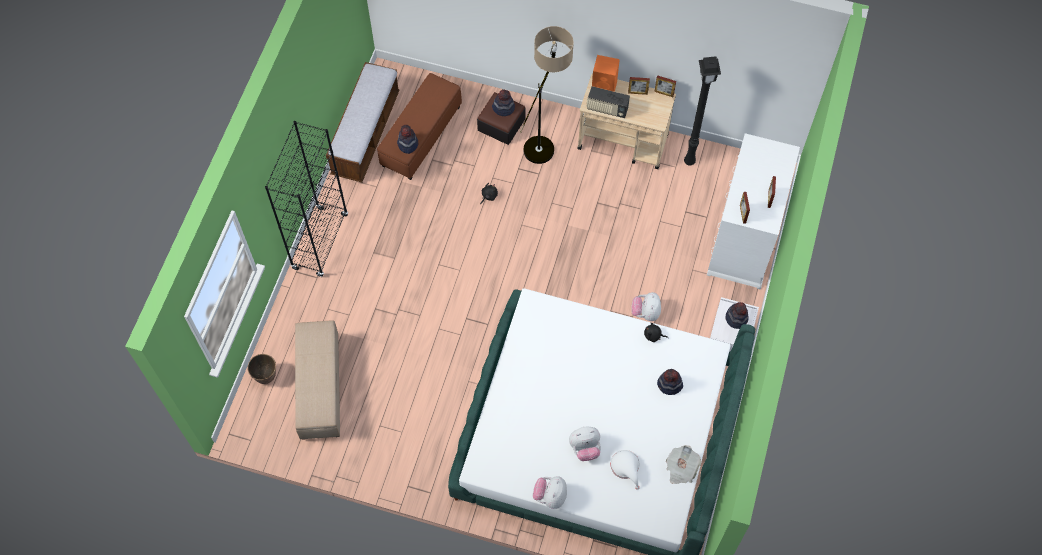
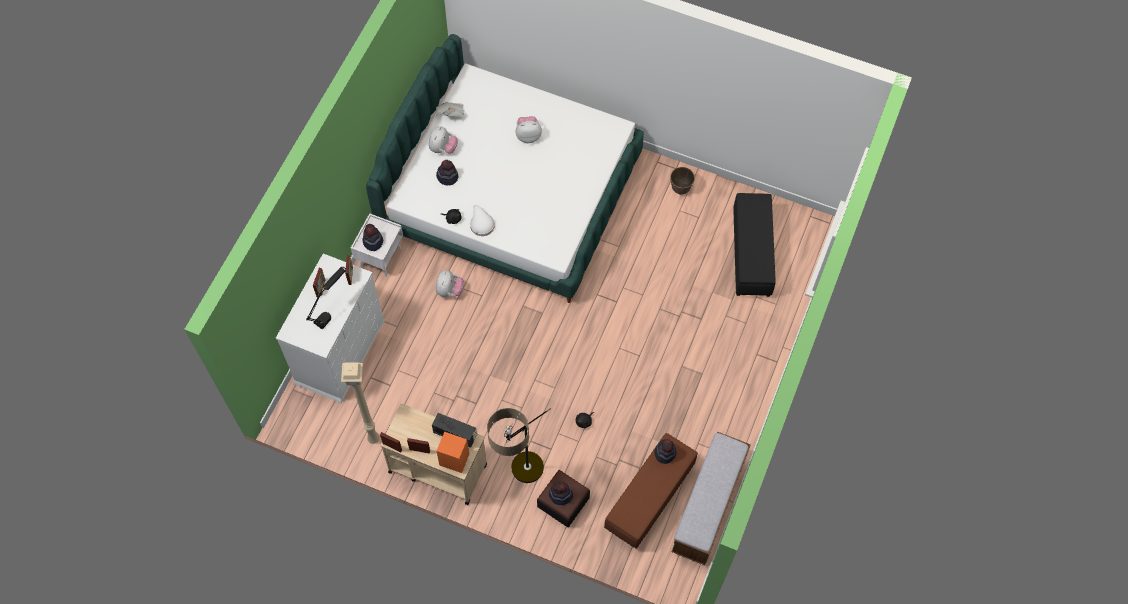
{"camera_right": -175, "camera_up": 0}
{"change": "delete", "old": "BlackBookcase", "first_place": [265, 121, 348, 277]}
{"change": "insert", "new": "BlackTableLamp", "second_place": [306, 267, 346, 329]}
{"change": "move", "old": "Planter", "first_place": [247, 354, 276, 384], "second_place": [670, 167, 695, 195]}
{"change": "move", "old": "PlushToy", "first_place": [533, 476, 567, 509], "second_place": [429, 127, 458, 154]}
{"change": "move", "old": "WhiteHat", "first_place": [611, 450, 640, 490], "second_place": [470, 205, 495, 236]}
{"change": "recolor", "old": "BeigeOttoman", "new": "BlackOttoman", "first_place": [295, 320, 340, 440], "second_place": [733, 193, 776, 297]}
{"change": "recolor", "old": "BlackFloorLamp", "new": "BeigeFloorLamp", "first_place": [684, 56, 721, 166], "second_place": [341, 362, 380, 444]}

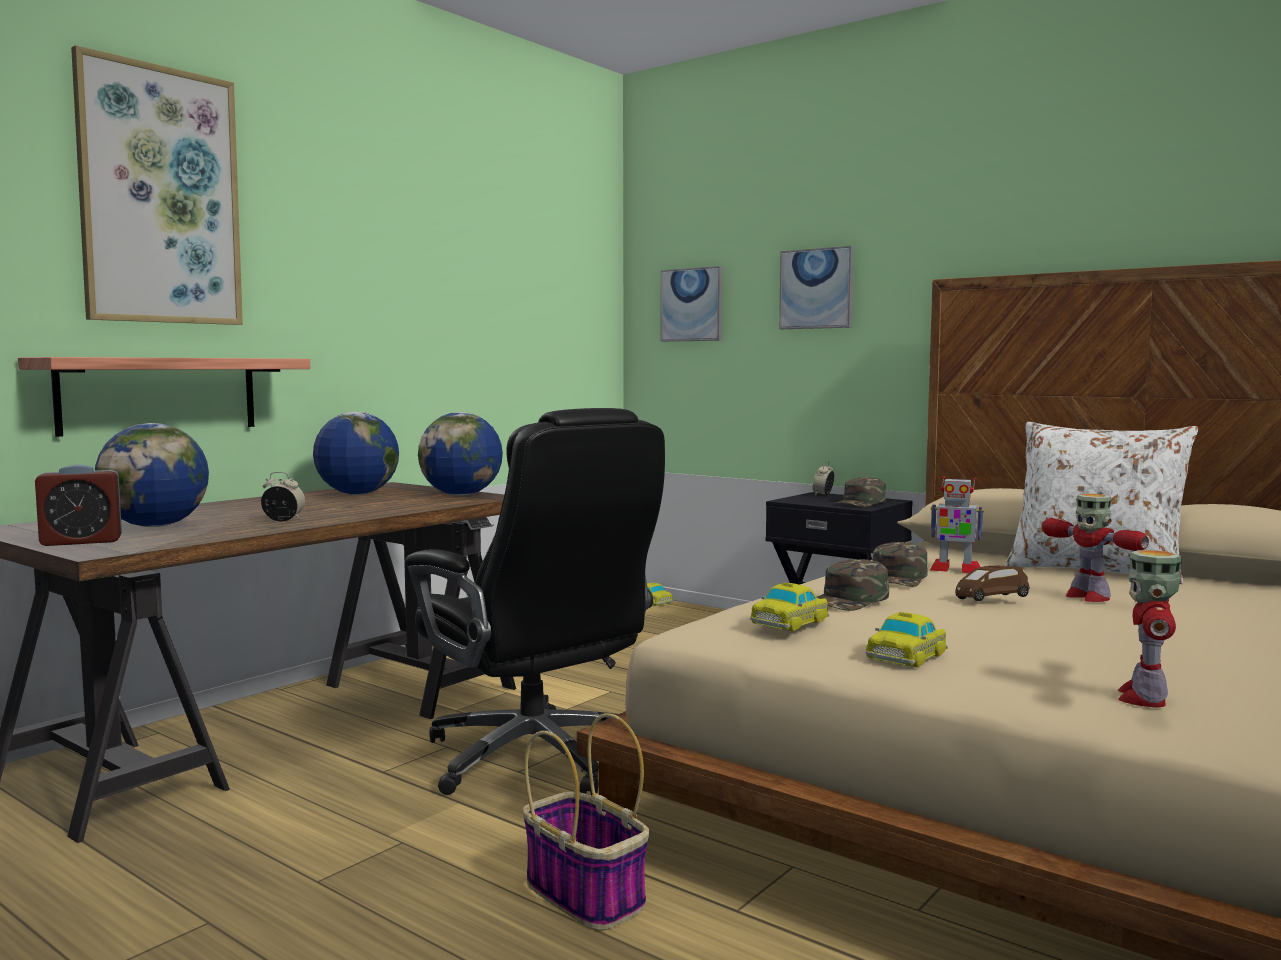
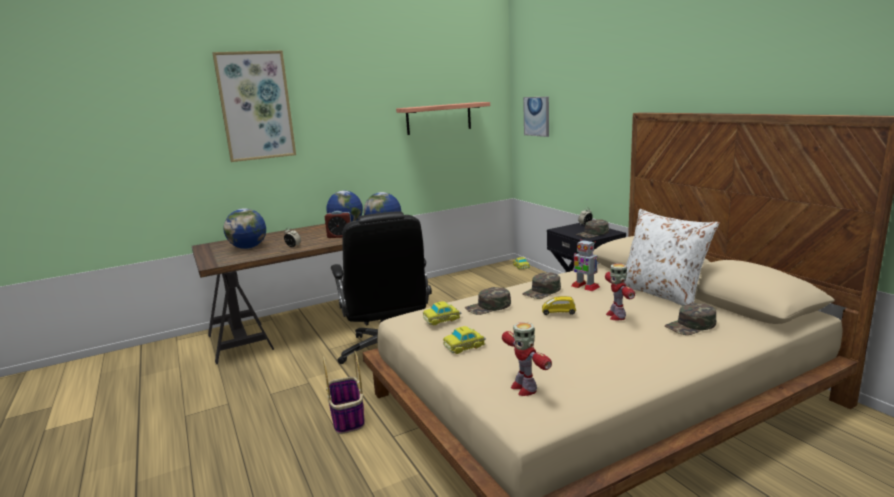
{"camera_right": 25, "camera_up": 10}
{"change": "delete", "old": "Picture", "first_place": [779, 246, 854, 329]}
{"change": "insert", "new": "GreenCap", "second_place": [665, 303, 716, 335]}
{"change": "move", "old": "Shelf", "first_place": [18, 357, 310, 437], "second_place": [396, 102, 490, 135]}
{"change": "move", "old": "AlarmClock", "first_place": [35, 464, 122, 546], "second_place": [325, 211, 351, 238]}
{"change": "recolor", "old": "BrownToyCar", "new": "YellowToyCar", "first_place": [955, 566, 1030, 601], "second_place": [542, 296, 576, 315]}
{"change": "rotate", "old": "ToyRobot", "first_place": [1118, 550, 1182, 707], "second_place": [502, 322, 552, 396], "degrees": -75}

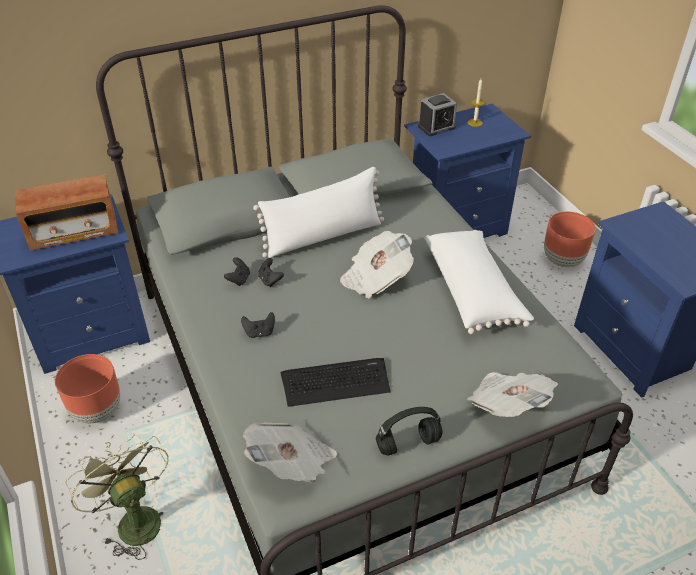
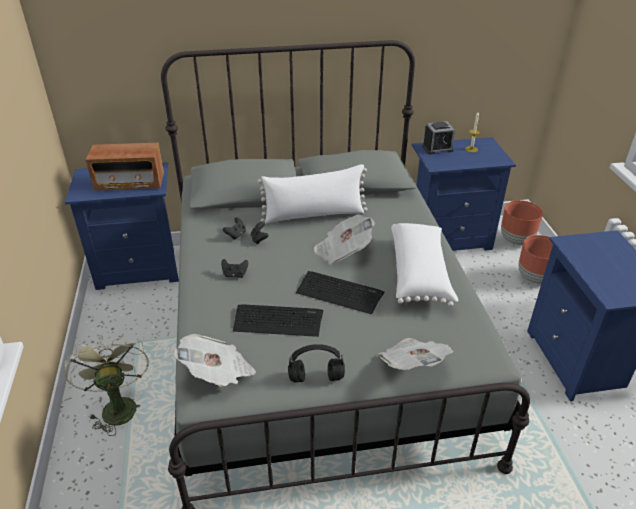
{"camera_right": 15, "camera_up": -5}
{"change": "insert", "new": "Keyboard", "second_place": [296, 271, 384, 314]}
{"change": "move", "old": "BrownPlanter", "first_place": [55, 354, 120, 423], "second_place": [501, 200, 543, 245]}

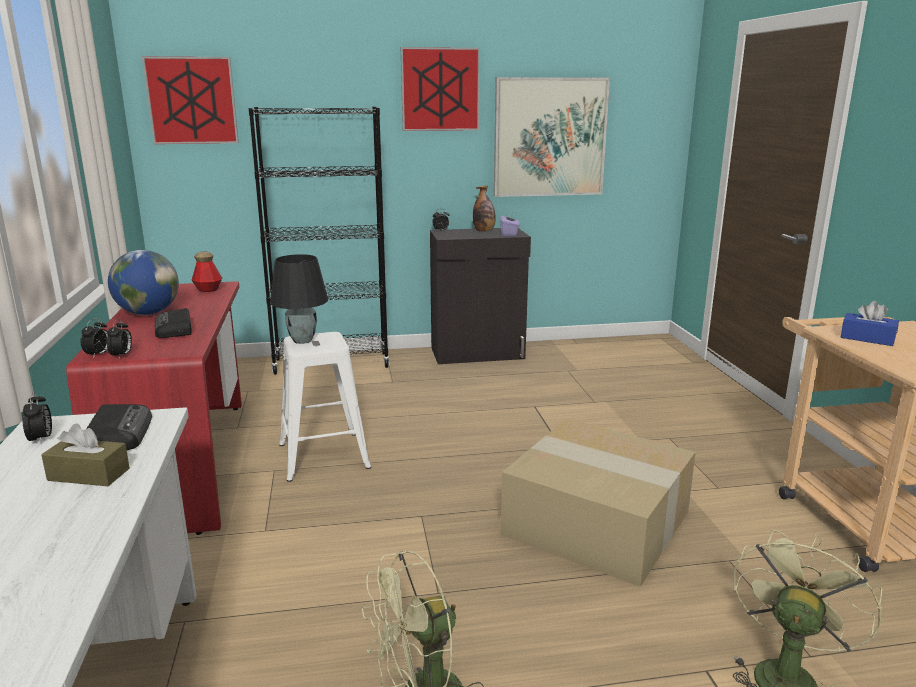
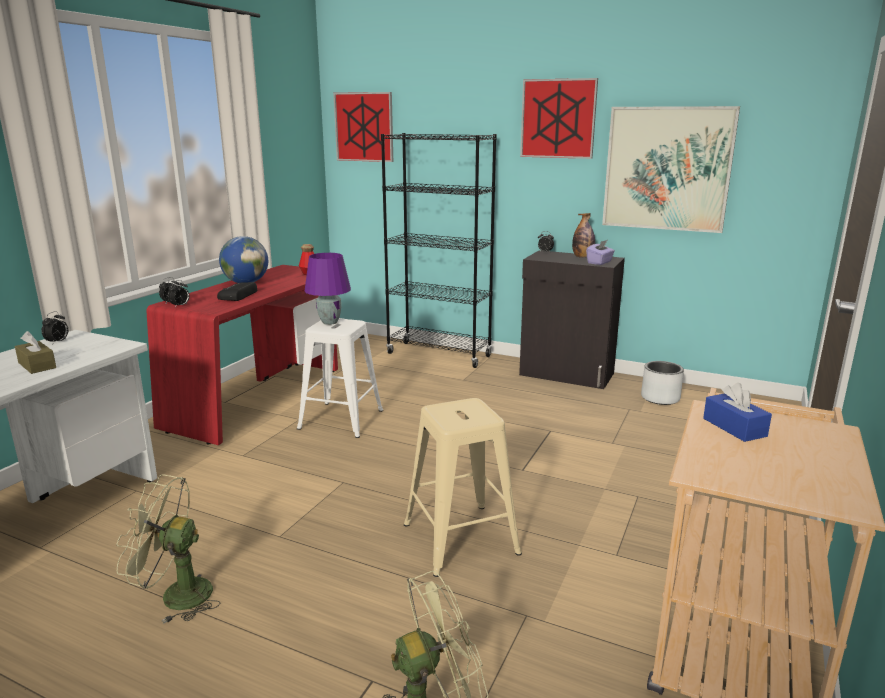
{"camera_right": 35, "camera_up": 0}
{"change": "delete", "old": "Radio", "first_place": [86, 404, 152, 450]}
{"change": "insert", "new": "GreyPlanter", "second_place": [641, 361, 684, 405]}
{"change": "replace", "old": "CardboardBox", "new": "BeigeStool", "first_place": [501, 418, 696, 587], "second_place": [404, 398, 522, 577]}
{"change": "recolor", "old": "BlackTableLamp", "new": "PurpleTableLamp", "first_place": [270, 254, 328, 344], "second_place": [305, 253, 351, 325]}

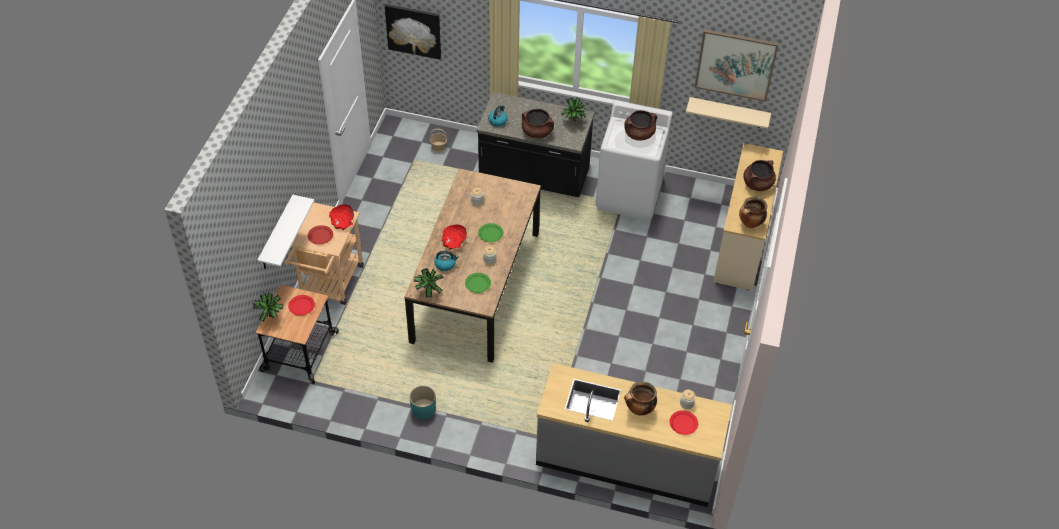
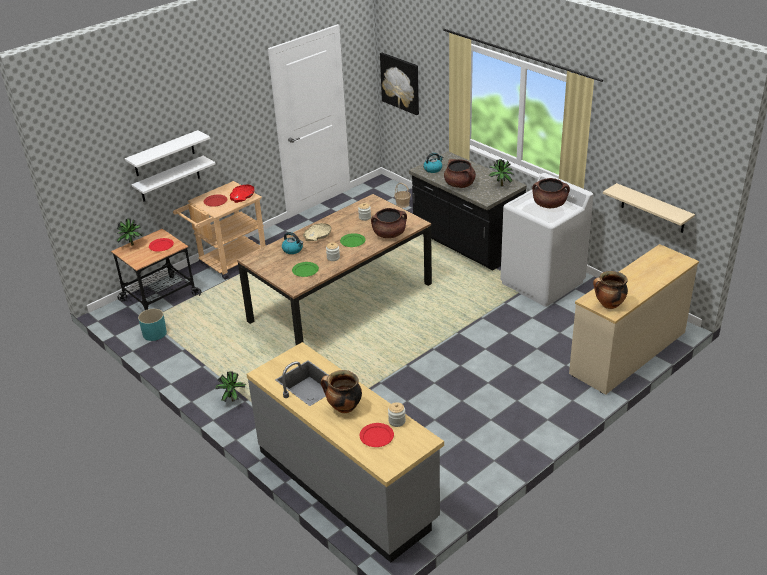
{"camera_right": 35, "camera_up": -15}
{"change": "delete", "old": "Picture", "first_place": [694, 29, 779, 102]}
{"change": "insert", "new": "WhiteShelf", "second_place": [125, 130, 210, 176]}
{"change": "move", "old": "TurquoisePlanter", "first_place": [410, 386, 436, 419], "second_place": [138, 309, 167, 341]}
{"change": "move", "old": "PottedPlant", "first_place": [414, 268, 444, 297], "second_place": [215, 372, 246, 402]}
{"change": "move", "old": "BrownCookingPot", "first_place": [743, 160, 776, 191], "second_place": [371, 208, 407, 238]}
{"change": "recolor", "old": "RedBowl", "new": "BeigeBowl", "first_place": [442, 225, 467, 250], "second_place": [303, 223, 331, 241]}

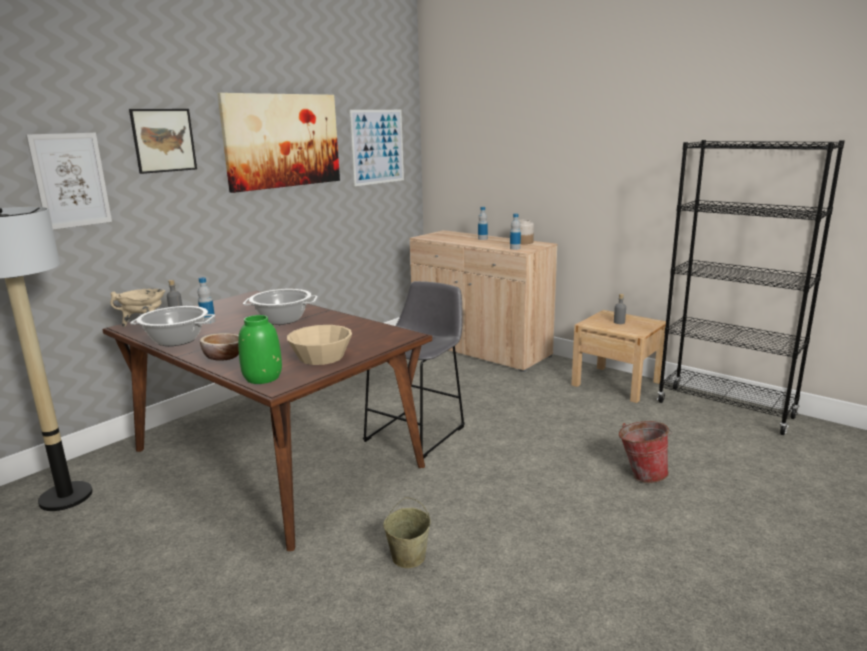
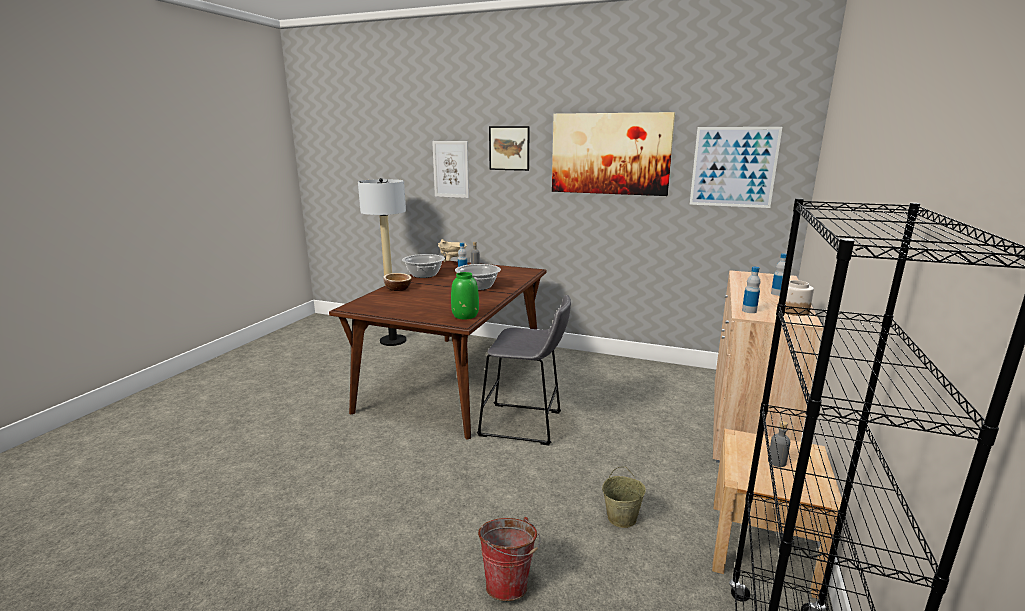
{"camera_right": 70, "camera_up": 0}
{"change": "delete", "old": "BeigeBowl", "first_place": [287, 325, 352, 365]}
{"change": "move", "old": "GreenVase", "first_place": [238, 315, 282, 384], "second_place": [451, 272, 479, 319]}
{"change": "move", "old": "BeigeBucket", "first_place": [383, 497, 431, 568], "second_place": [602, 467, 646, 528]}

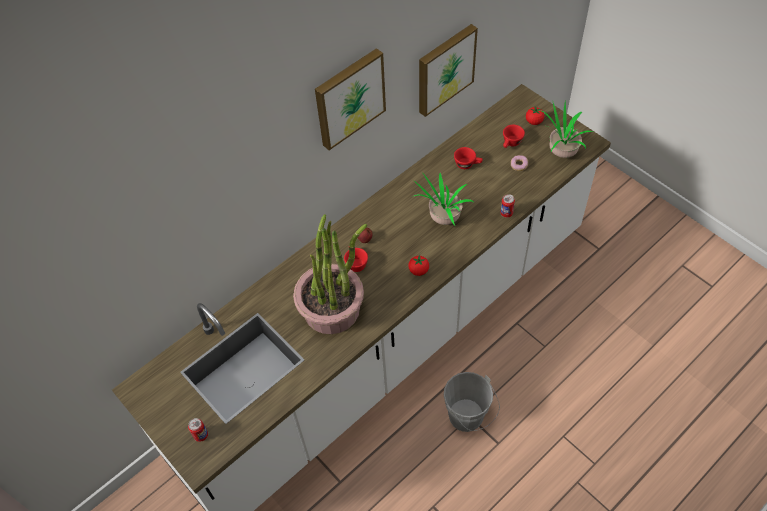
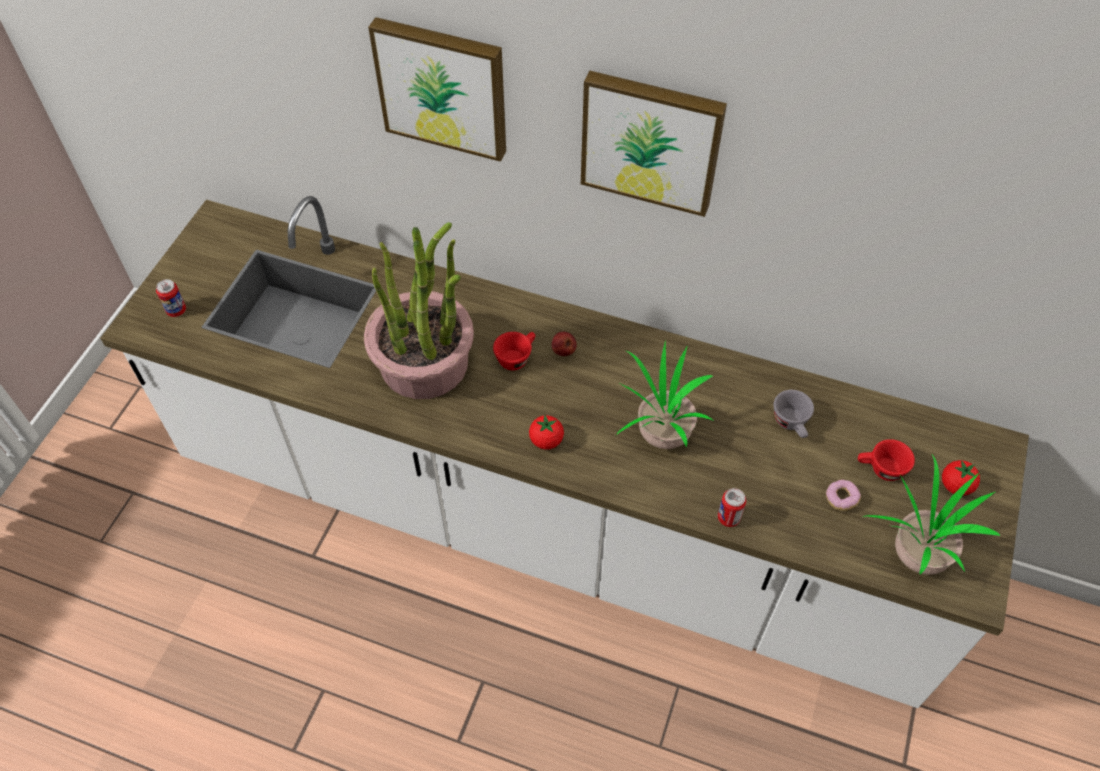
{"camera_right": 60, "camera_up": 0}
{"change": "delete", "old": "GreyBucket", "first_place": [444, 372, 500, 432]}
{"change": "move", "old": "Picture", "first_place": [419, 24, 478, 117], "second_place": [368, 17, 506, 162]}
{"change": "recolor", "old": "RedCup", "new": "GreyCup", "first_place": [454, 147, 483, 169], "second_place": [774, 390, 814, 438]}

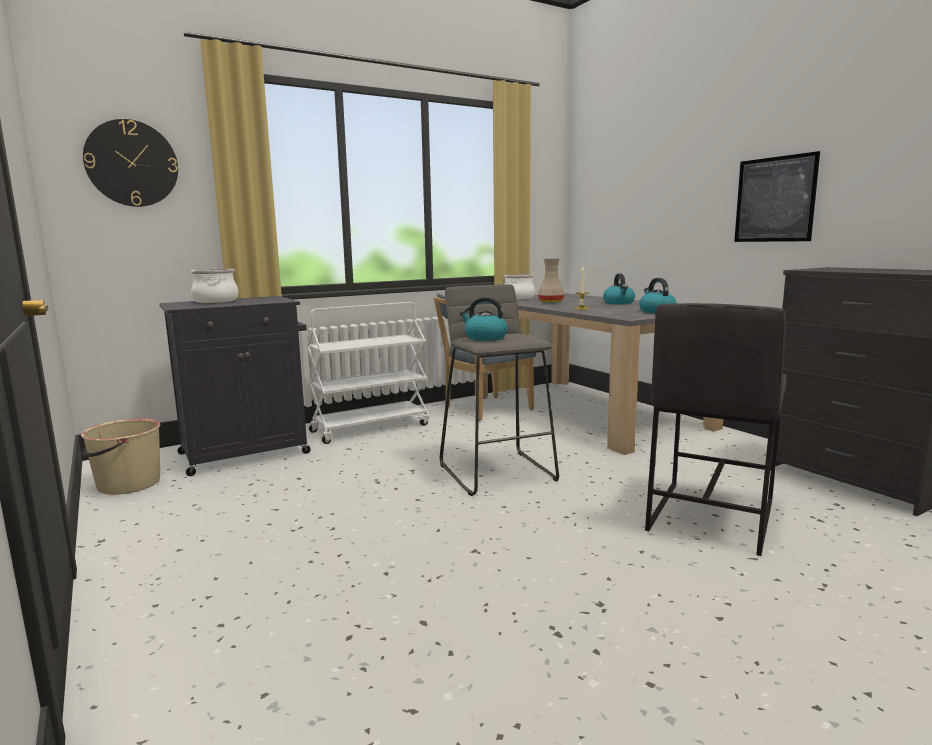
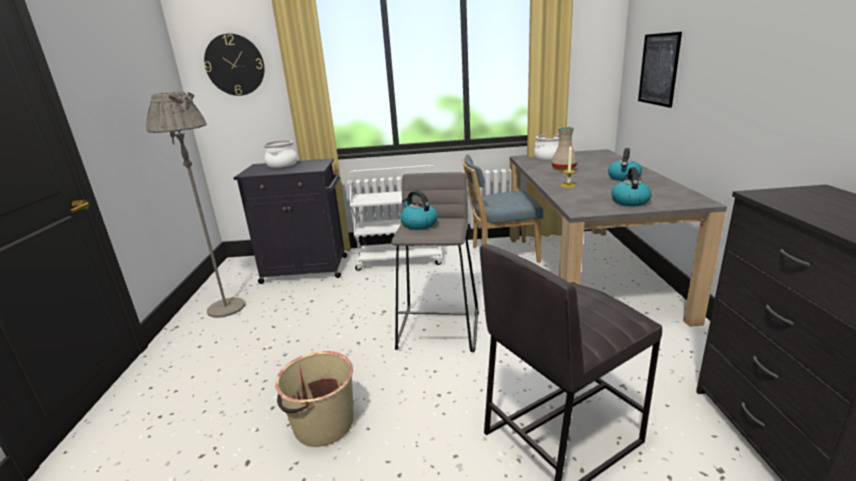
{"camera_right": 30, "camera_up": 10}
{"change": "insert", "new": "GreyFloorLamp", "second_place": [146, 92, 245, 318]}
{"change": "move", "old": "BeigeBucket", "first_place": [81, 418, 160, 495], "second_place": [275, 351, 354, 447]}
{"change": "move", "old": "Picture", "first_place": [734, 151, 820, 242], "second_place": [638, 32, 682, 108]}

